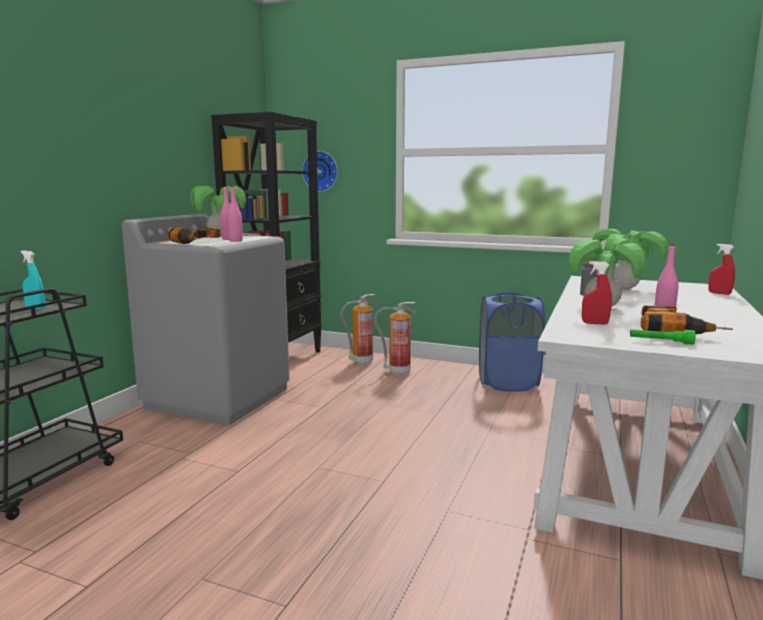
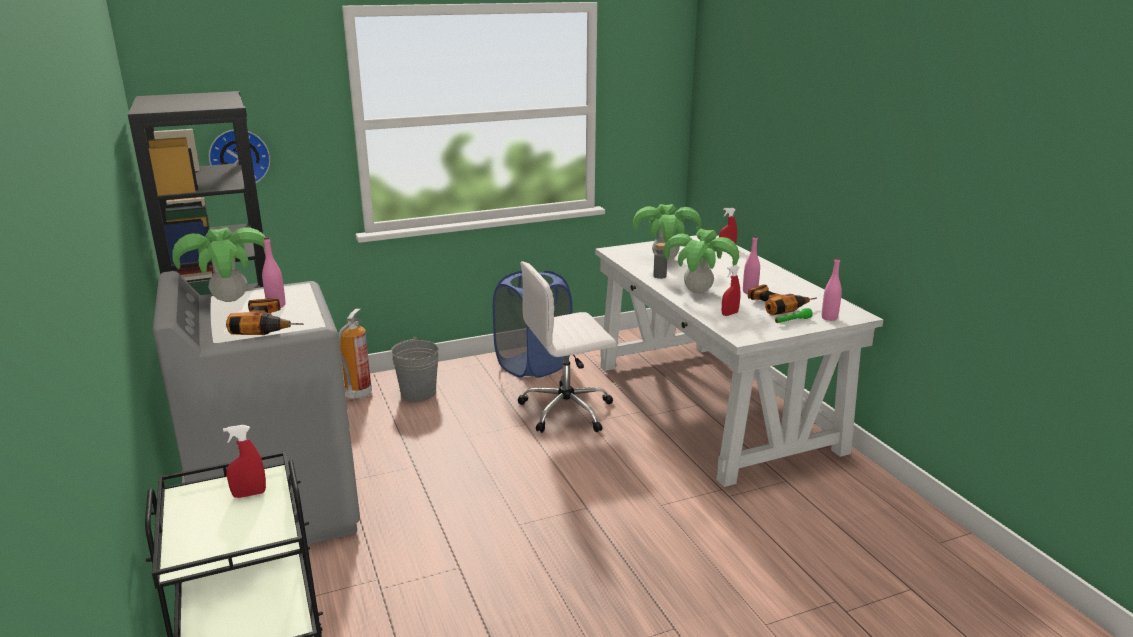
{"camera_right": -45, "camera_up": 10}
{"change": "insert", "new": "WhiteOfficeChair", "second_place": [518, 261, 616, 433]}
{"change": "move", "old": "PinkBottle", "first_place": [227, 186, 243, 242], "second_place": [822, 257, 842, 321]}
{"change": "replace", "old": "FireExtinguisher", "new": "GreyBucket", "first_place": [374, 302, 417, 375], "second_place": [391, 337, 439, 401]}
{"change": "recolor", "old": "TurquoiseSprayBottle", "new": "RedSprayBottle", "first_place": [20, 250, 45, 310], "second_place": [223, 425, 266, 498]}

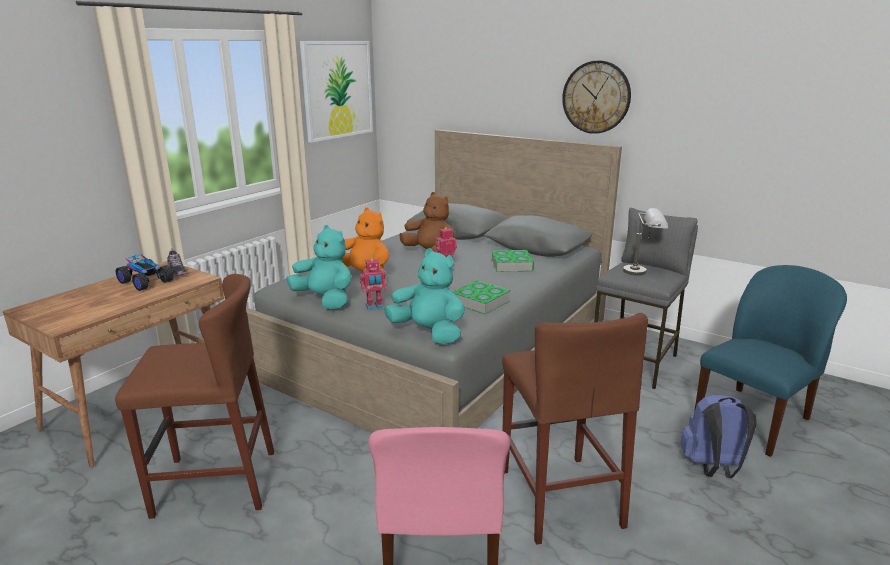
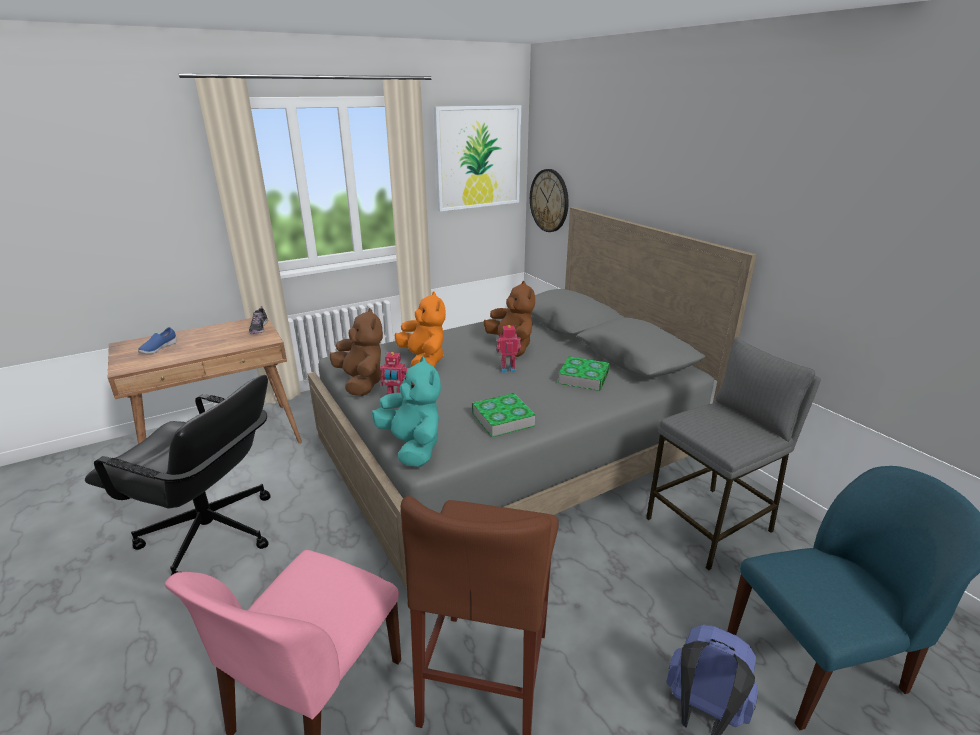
{"camera_right": 25, "camera_up": 5}
{"change": "delete", "old": "ToyCar", "first_place": [116, 254, 174, 291]}
{"change": "delete", "old": "GreyTableLamp", "first_place": [623, 208, 668, 276]}
{"change": "insert", "new": "BlueShoe", "second_place": [138, 327, 177, 354]}
{"change": "move", "old": "WallClock", "first_place": [562, 60, 631, 134], "second_place": [530, 169, 569, 232]}
{"change": "replace", "old": "BrownStool", "new": "BlackOfficeChair", "first_place": [115, 274, 274, 519], "second_place": [85, 375, 271, 575]}
{"change": "recolor", "old": "TurquoisePlushToy", "new": "BrownPlushToy", "first_place": [286, 225, 352, 309], "second_place": [330, 308, 383, 396]}

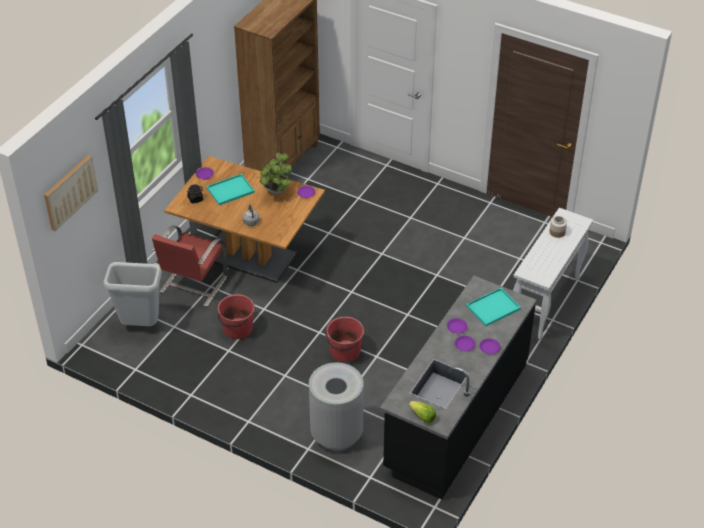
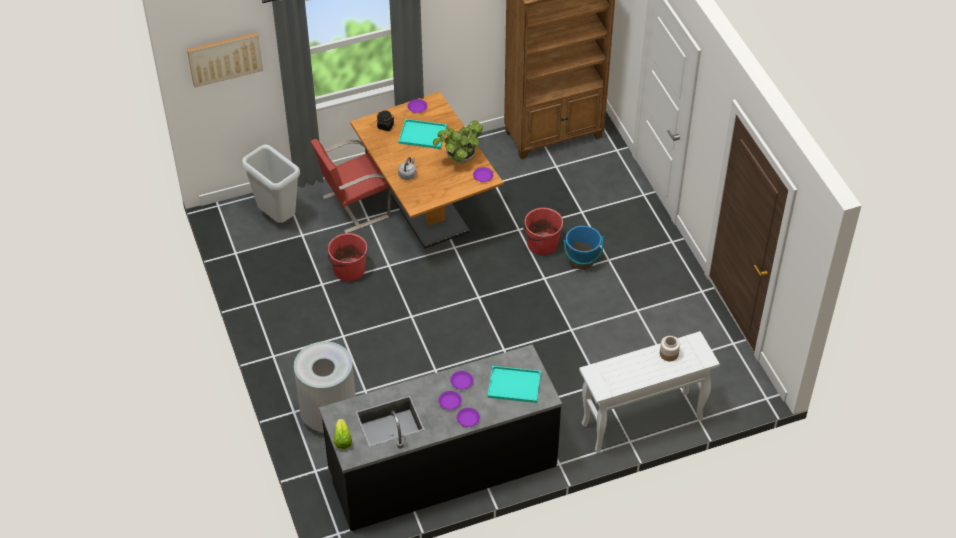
{"camera_right": 40, "camera_up": 5}
{"change": "insert", "new": "BlueBucket", "second_place": [564, 226, 604, 270]}
{"change": "move", "old": "RedBucket", "first_place": [326, 317, 364, 362], "second_place": [523, 208, 563, 255]}

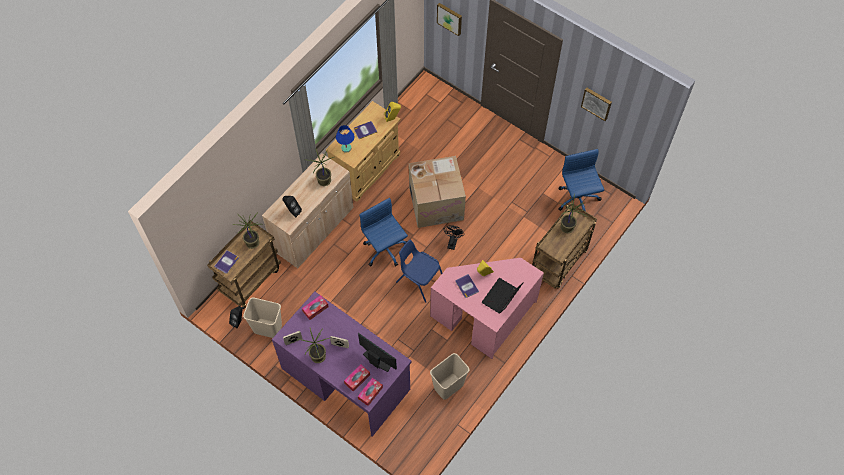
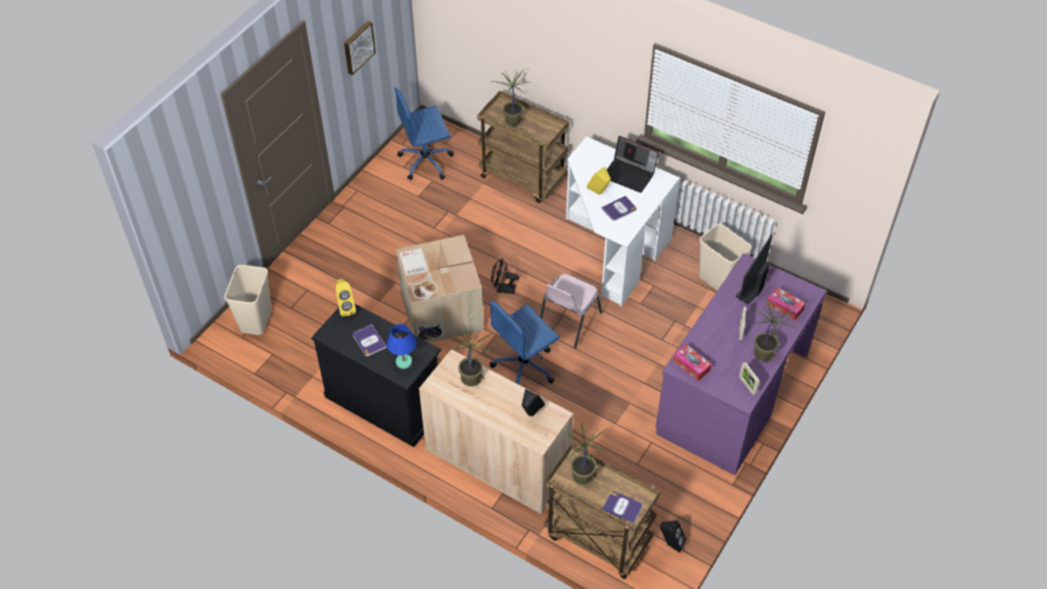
{"camera_right": -95, "camera_up": -10}
{"change": "delete", "old": "TissueBox", "first_place": [358, 378, 383, 406]}
{"change": "delete", "old": "Picture", "first_place": [437, 3, 462, 36]}
{"change": "move", "old": "BeigeTrashCan", "first_place": [243, 298, 282, 338], "second_place": [224, 265, 272, 335]}
{"change": "recolor", "old": "BeigeCabinet", "new": "BlackCabinet", "first_place": [326, 101, 401, 202], "second_place": [311, 303, 441, 447]}
{"change": "recolor", "old": "BlueChair", "new": "PinkChair", "first_place": [396, 240, 442, 303], "second_place": [540, 274, 602, 349]}
{"change": "recolor", "old": "PinkDesk", "new": "WhiteDesk", "first_place": [430, 258, 544, 359], "second_place": [566, 136, 680, 307]}

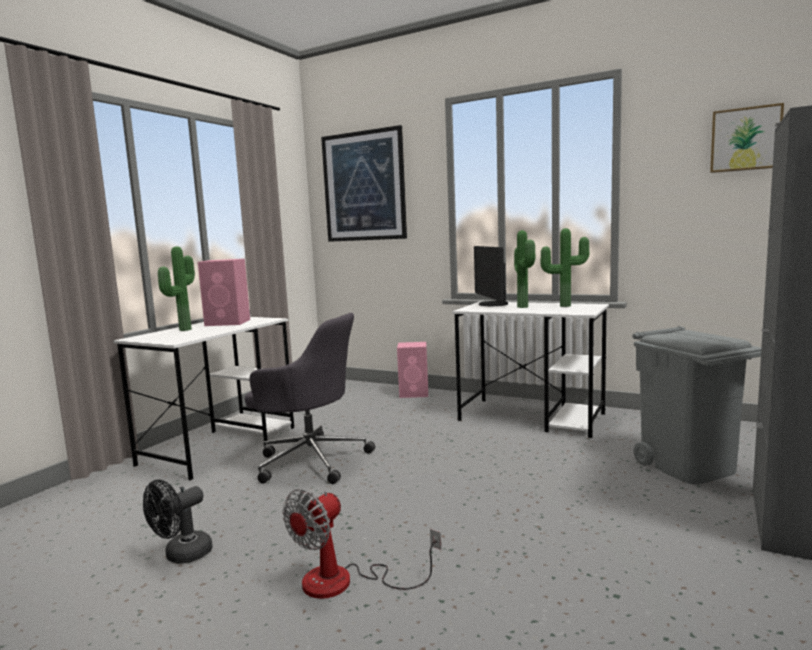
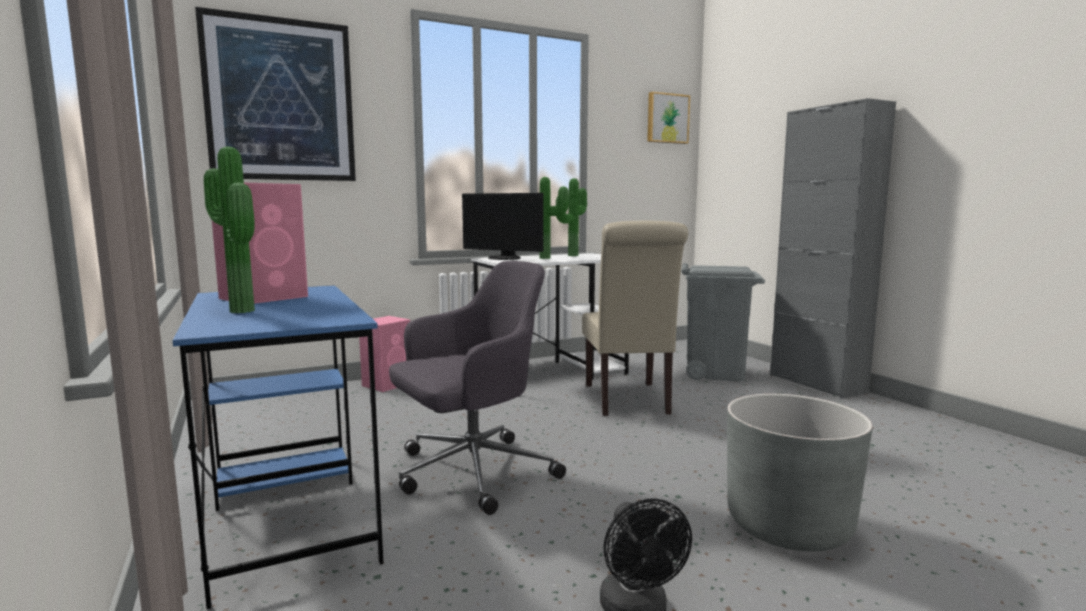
{"camera_right": -55, "camera_up": 0}
{"change": "insert", "new": "BeigeChair", "second_place": [582, 221, 688, 416]}
{"change": "replace", "old": "Fan", "new": "GreyPlanter", "first_place": [282, 489, 441, 599], "second_place": [727, 394, 873, 552]}
{"change": "recolor", "old": "WhiteDesk", "new": "BlueDesk", "first_place": [113, 317, 295, 480], "second_place": [172, 285, 384, 609]}

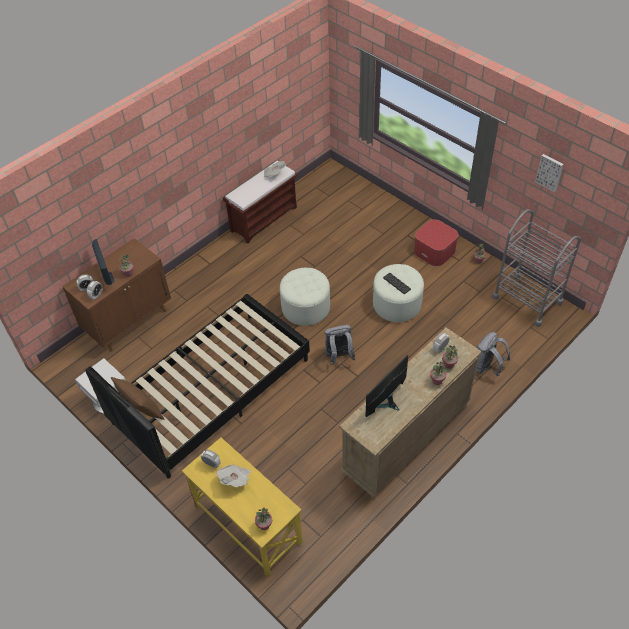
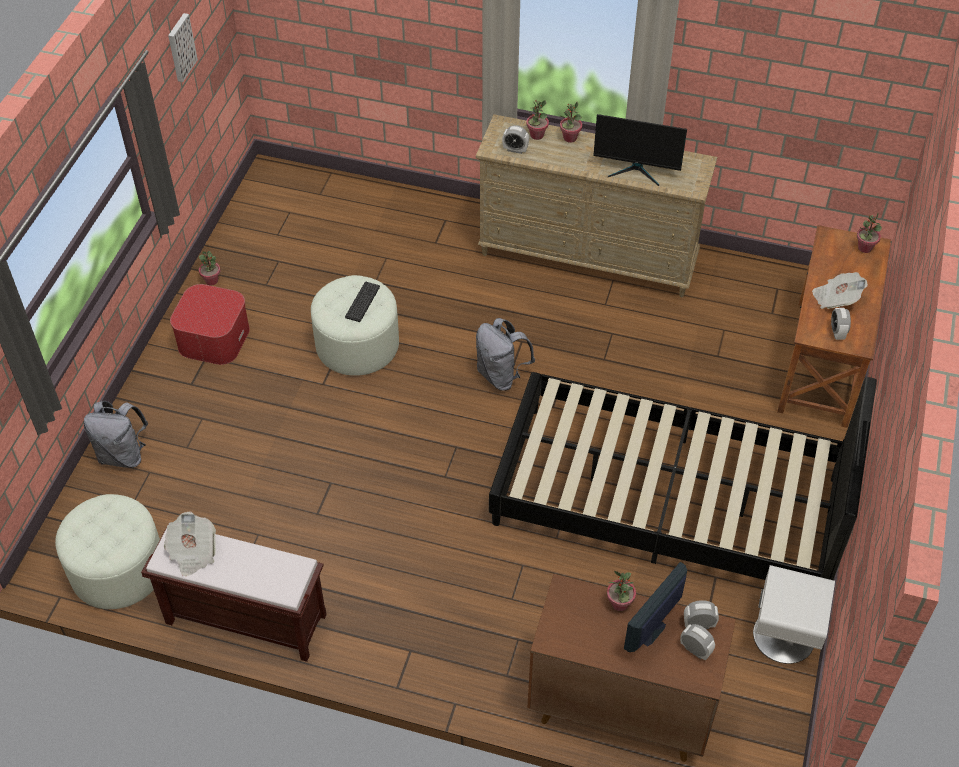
{"camera_right": -120, "camera_up": 0}
{"change": "delete", "old": "BrownPillow", "first_place": [111, 377, 164, 420]}
{"change": "delete", "old": "GreyCart", "first_place": [492, 209, 581, 327]}
{"change": "move", "old": "WhiteOttoman", "first_place": [280, 268, 330, 326], "second_place": [55, 494, 160, 609]}
{"change": "move", "old": "GreyBackpack", "first_place": [476, 332, 510, 376], "second_place": [84, 401, 148, 468]}
{"change": "recolor", "old": "YellowDesk", "new": "BrownDesk", "first_place": [182, 438, 303, 577], "second_place": [777, 225, 891, 428]}

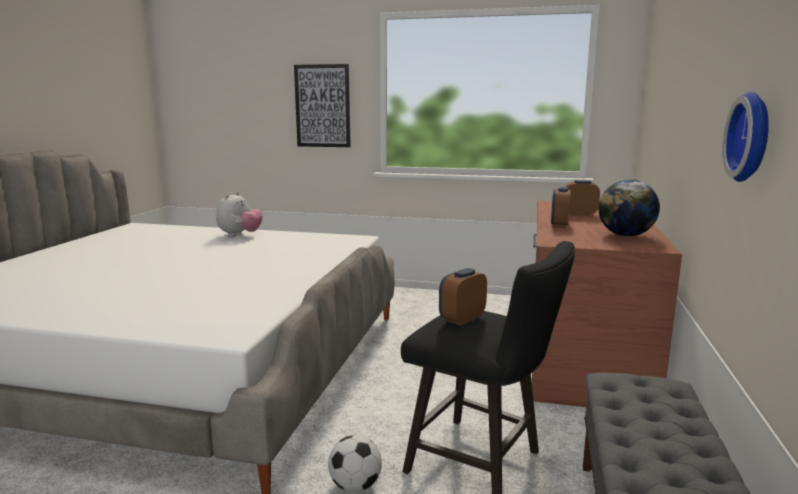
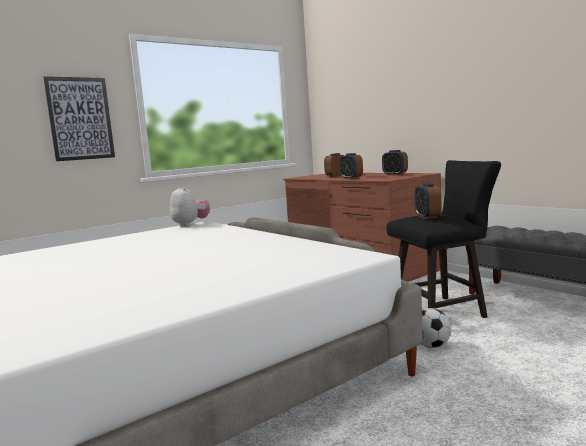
{"camera_right": -50, "camera_up": -5}
{"change": "delete", "old": "WallClock", "first_place": [722, 92, 769, 182]}
{"change": "move", "old": "PlushToy", "first_place": [216, 192, 263, 237], "second_place": [170, 186, 210, 227]}
{"change": "replace", "old": "Globe", "new": "AlarmClock", "first_place": [599, 180, 660, 237], "second_place": [382, 150, 408, 175]}

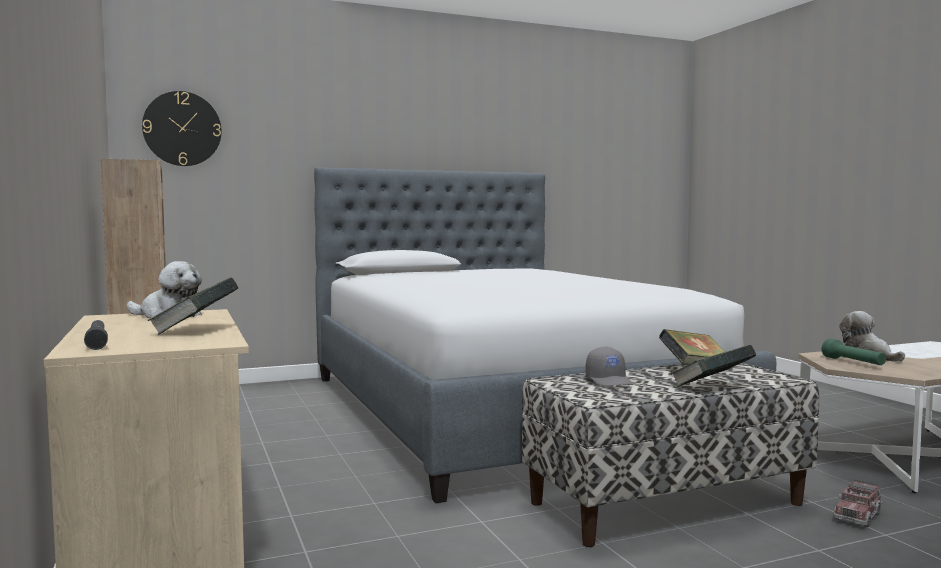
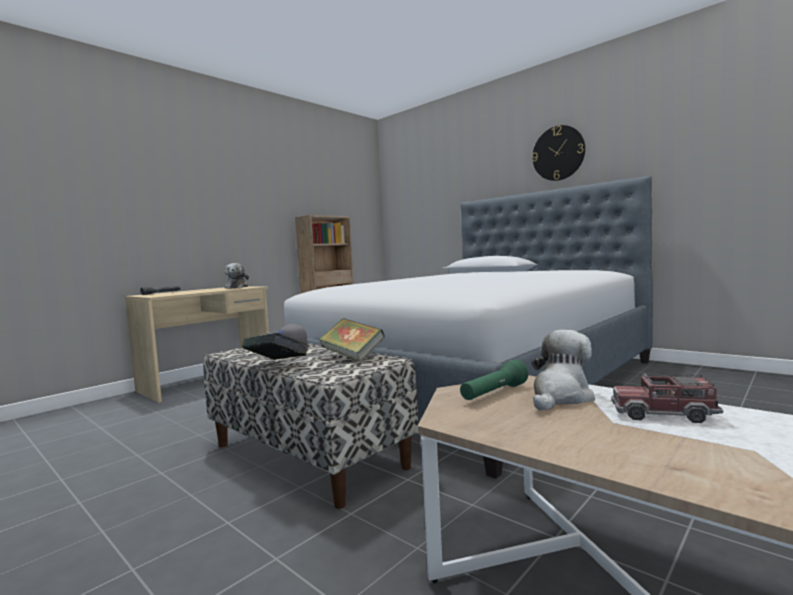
{"camera_right": 65, "camera_up": 0}
{"change": "delete", "old": "Book", "first_place": [148, 277, 238, 335]}
{"change": "move", "old": "WallClock", "first_place": [142, 91, 222, 166], "second_place": [532, 125, 585, 181]}
{"change": "move", "old": "ToyTruck", "first_place": [833, 480, 883, 527], "second_place": [611, 374, 723, 423]}

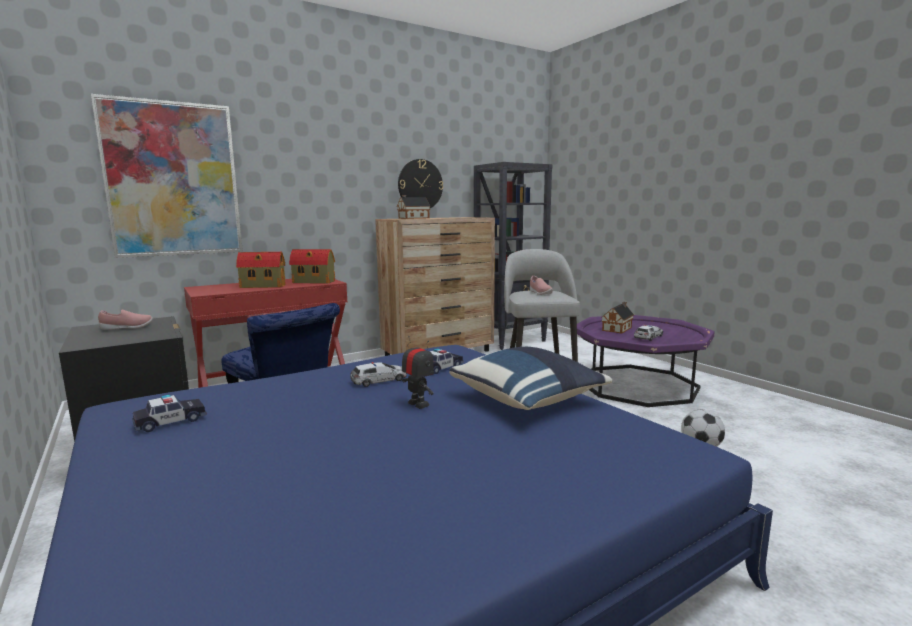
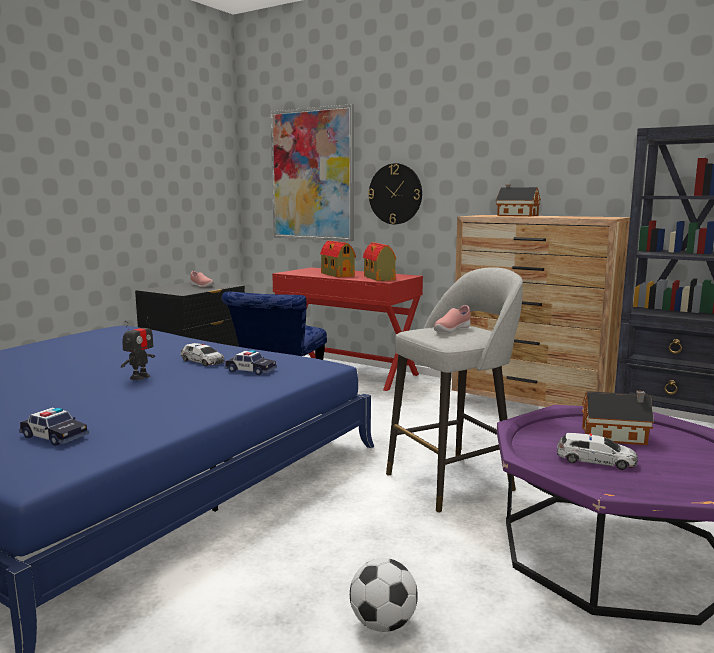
{"camera_right": 65, "camera_up": 0}
{"change": "delete", "old": "BluePillow", "first_place": [449, 347, 612, 410]}
{"change": "move", "old": "ToyCar", "first_place": [132, 394, 207, 432], "second_place": [19, 408, 89, 446]}
{"change": "move", "old": "WallClock", "first_place": [398, 159, 443, 208], "second_place": [368, 163, 422, 224]}

